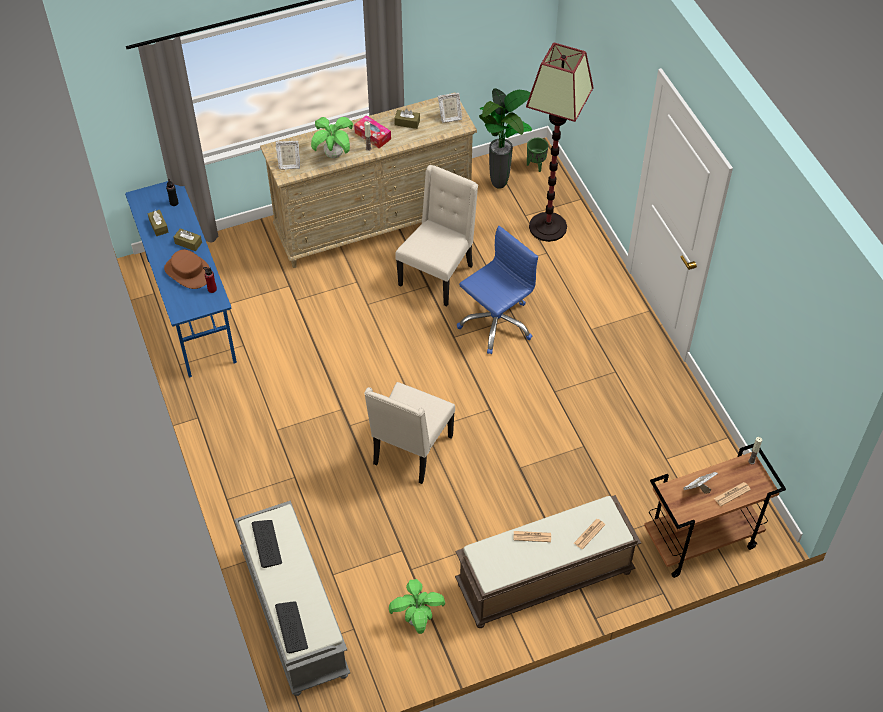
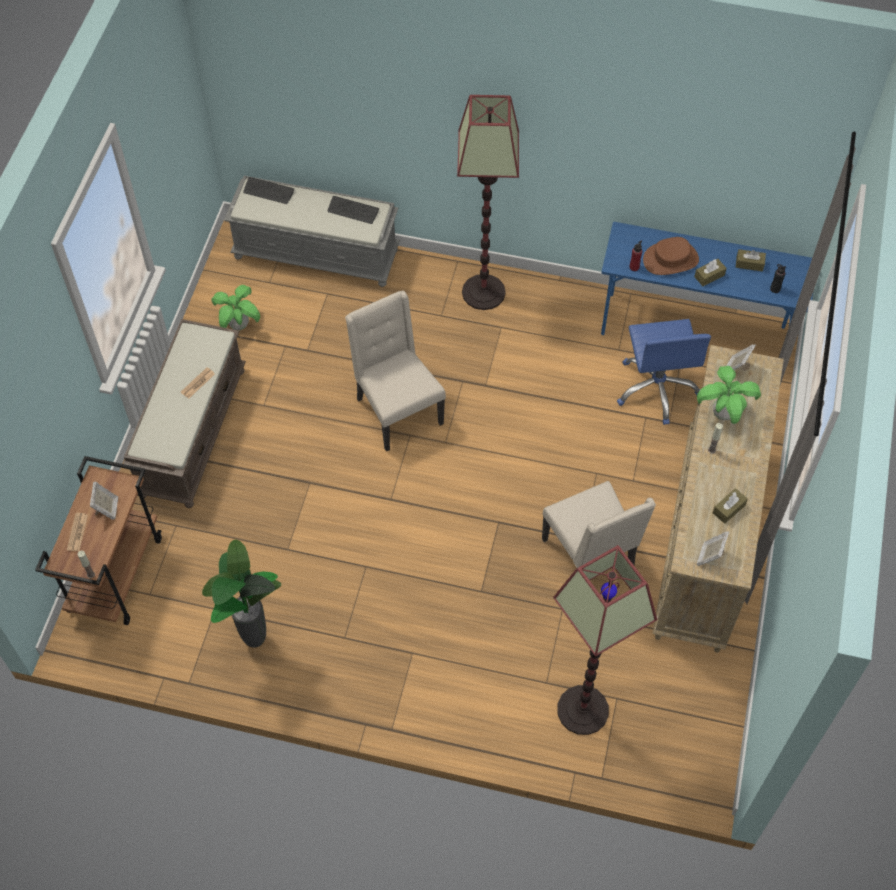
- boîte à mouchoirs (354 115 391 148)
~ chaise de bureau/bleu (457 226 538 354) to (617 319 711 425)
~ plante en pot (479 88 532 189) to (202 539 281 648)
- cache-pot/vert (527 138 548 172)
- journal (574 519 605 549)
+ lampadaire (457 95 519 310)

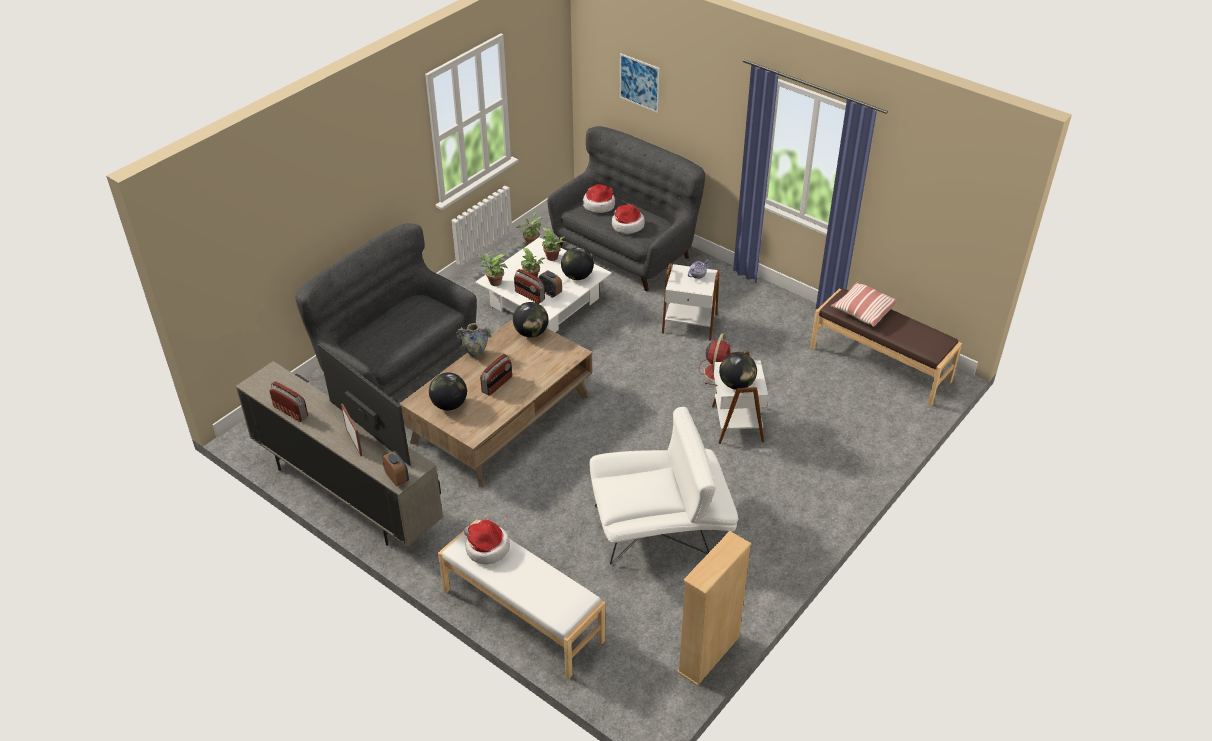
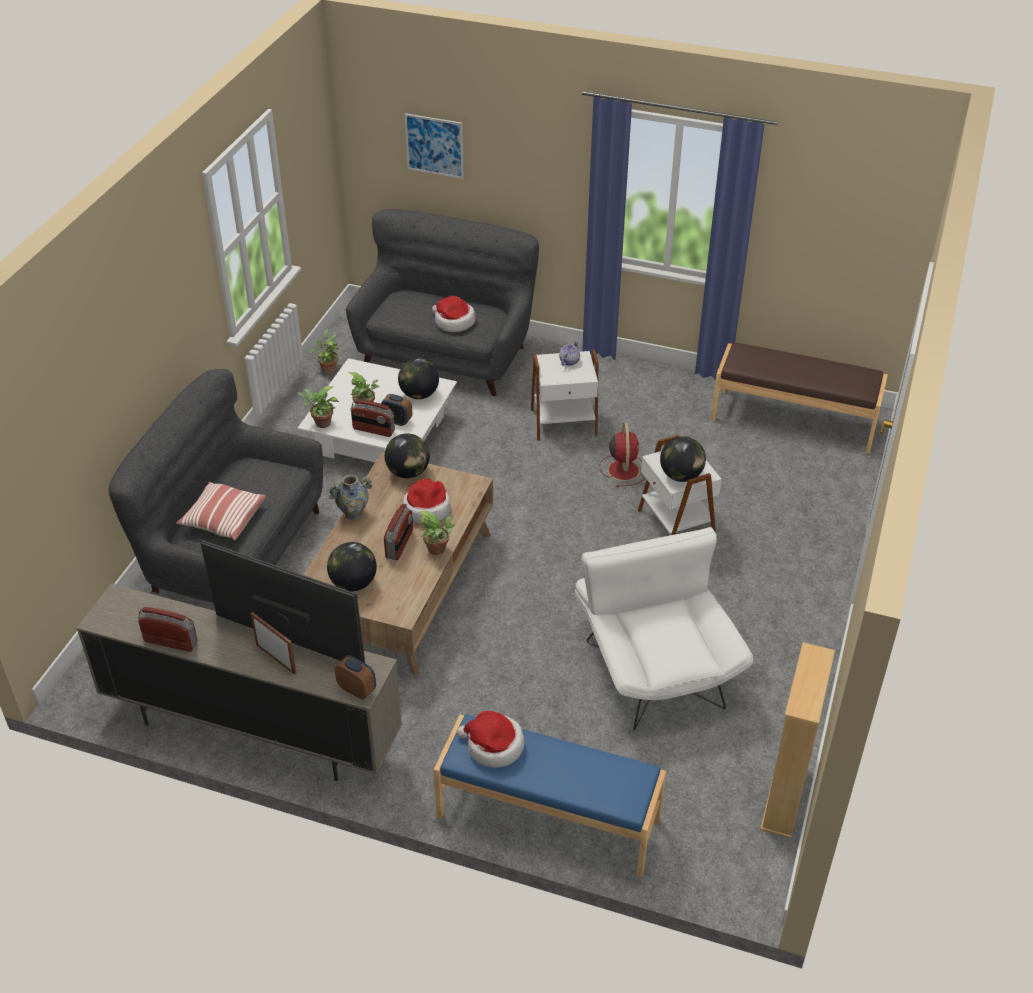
~ banc/blanc (438 519 605 679) to banc/bleu (434 714 666 877)
~ plante en pot (542 228 565 261) to (420 511 455 555)
~ chapeau (583 184 615 213) to (402 479 450 524)
~ fauteuil/blanc (589 407 738 564) = (575 527 753 730) 75 degrees counterclockwise
~ coussin (831 282 898 327) to (176 482 266 540)

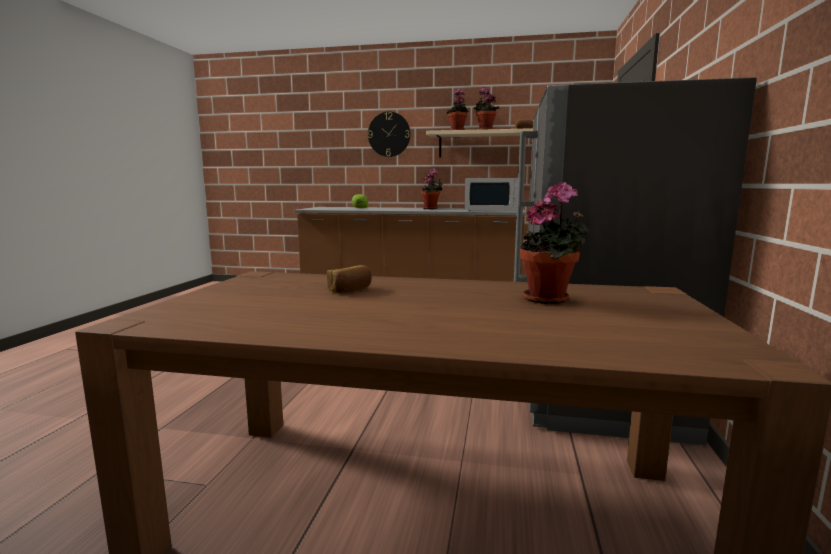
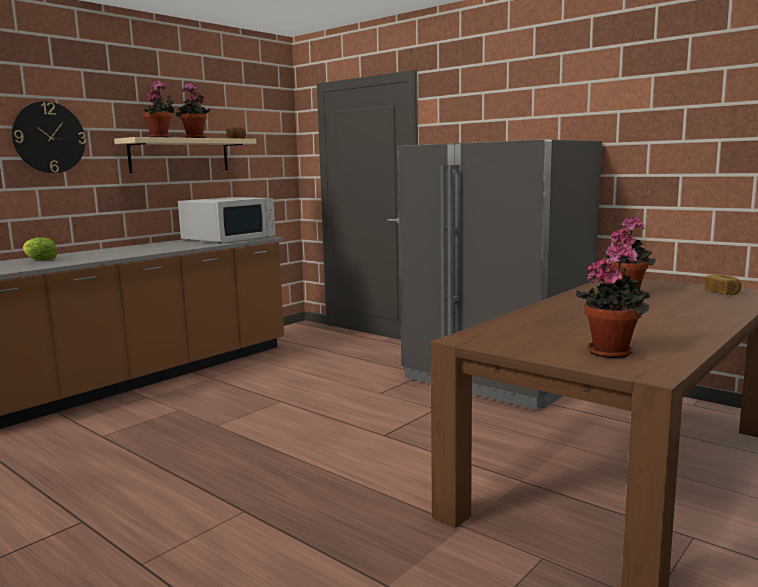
~ pain (327 265 372 293) to (705 274 741 295)
~ plante en pot (421 168 443 209) to (576 241 650 358)

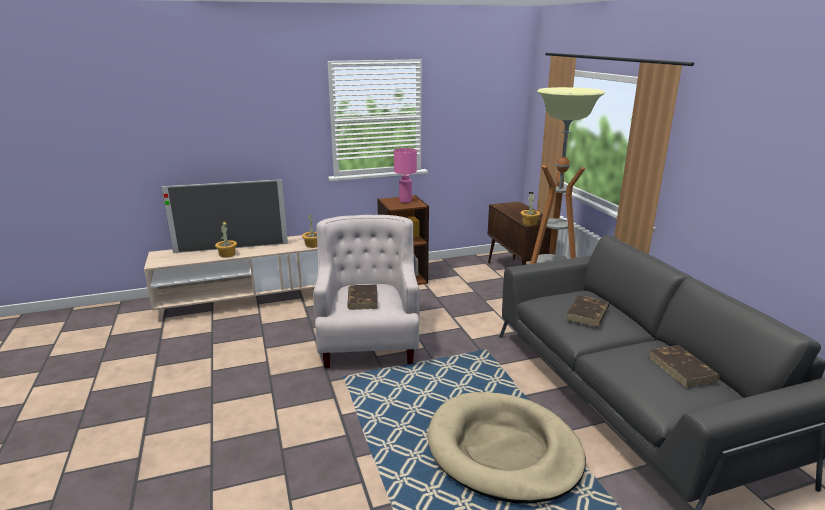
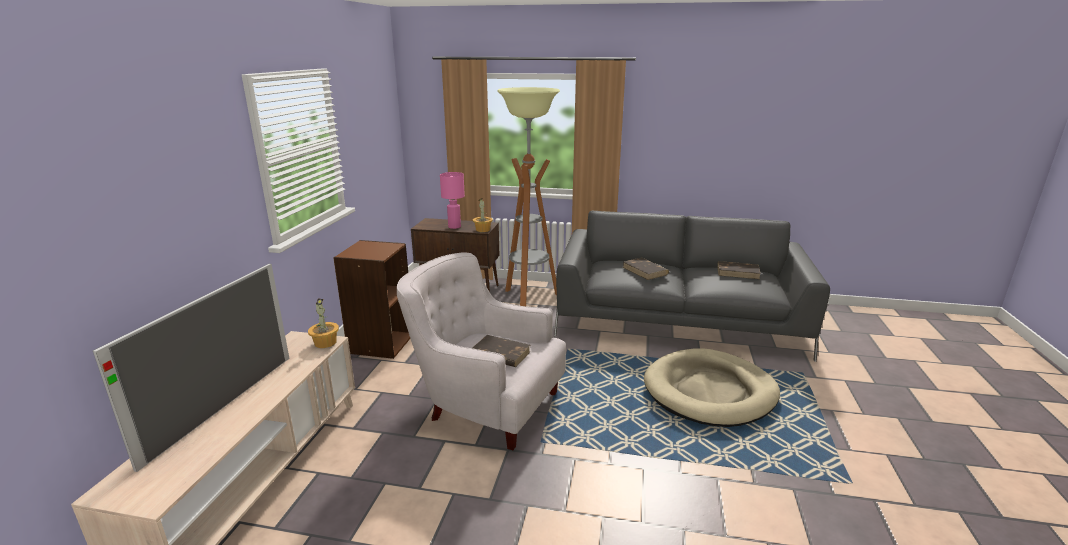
- plante en pot (215 221 237 258)
~ lampe de table/rose (394 148 417 203) to (440 172 465 229)

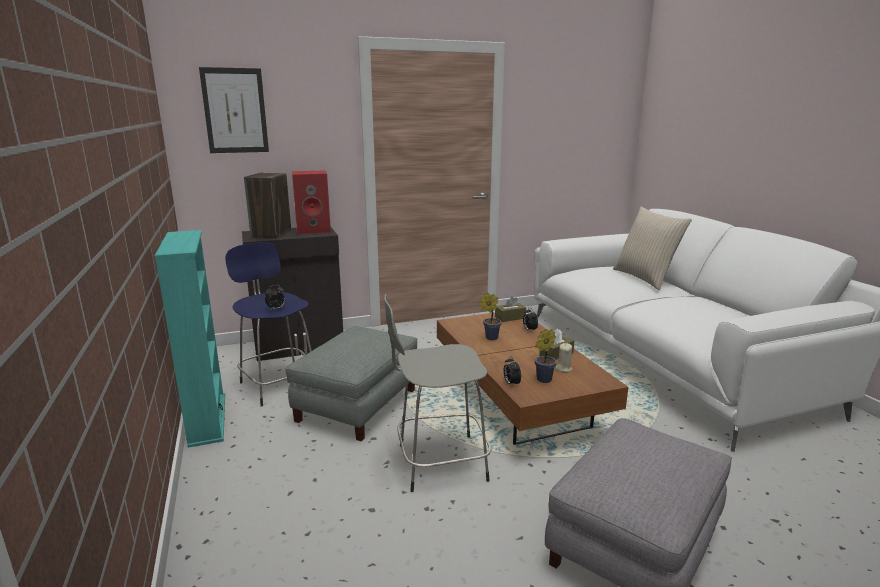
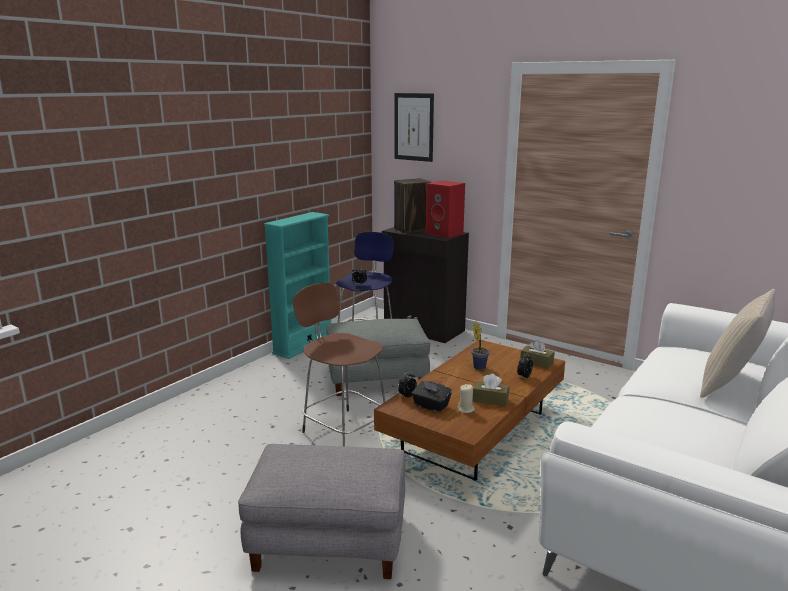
~ tabouret/gris (384 294 491 492) to tabouret/marron (293 283 385 446)
~ plante en pot (535 329 557 383) to boîte à mouchoirs/noir (412 380 452 412)

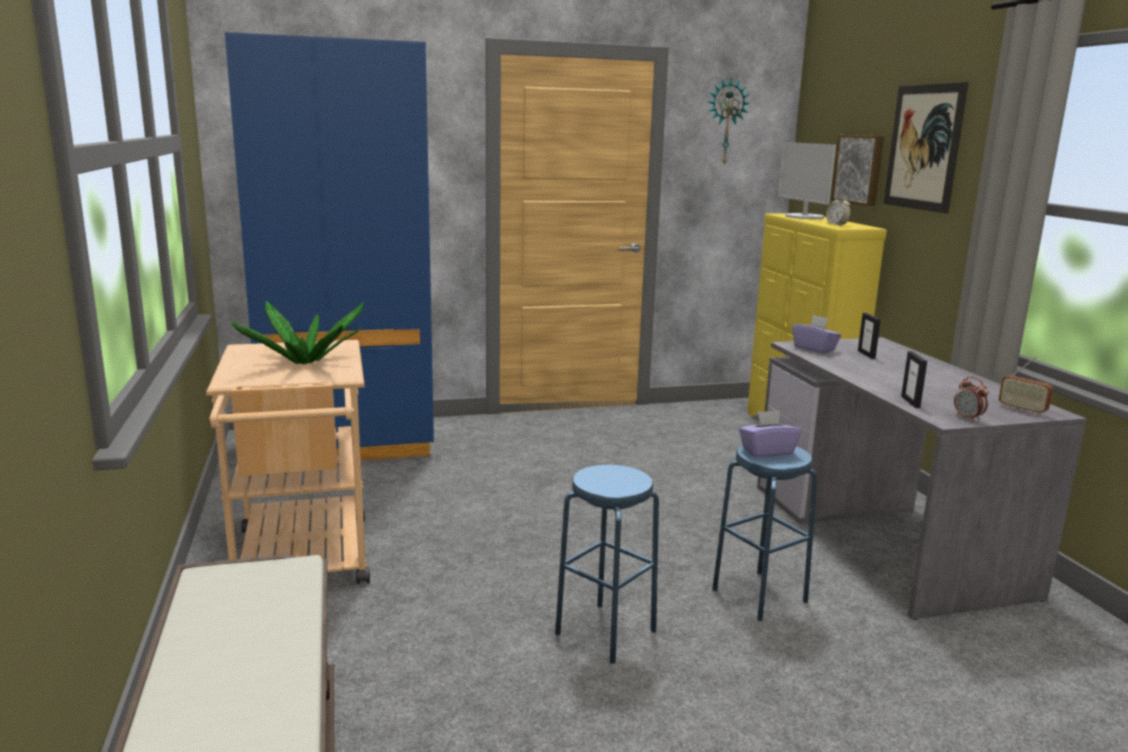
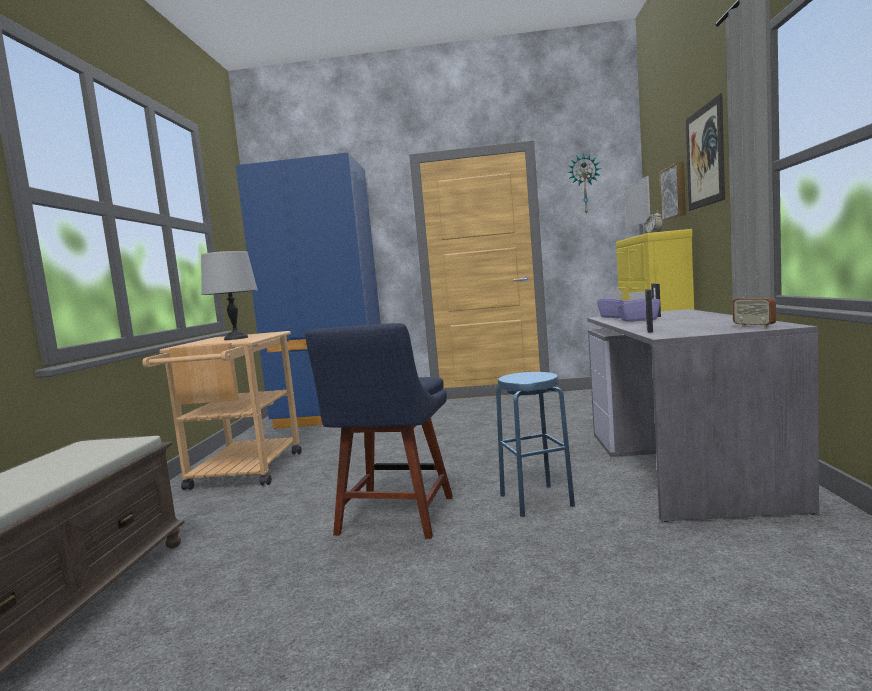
~ plante en pot (231 301 364 364) to lampe de table/gris (201 251 258 340)
~ tabouret/bleu (555 465 659 664) to chaise/bleu (305 323 453 539)
~ boîte à mouchoirs/violet (739 411 801 457) to (617 291 660 322)
- réveil (954 377 989 422)

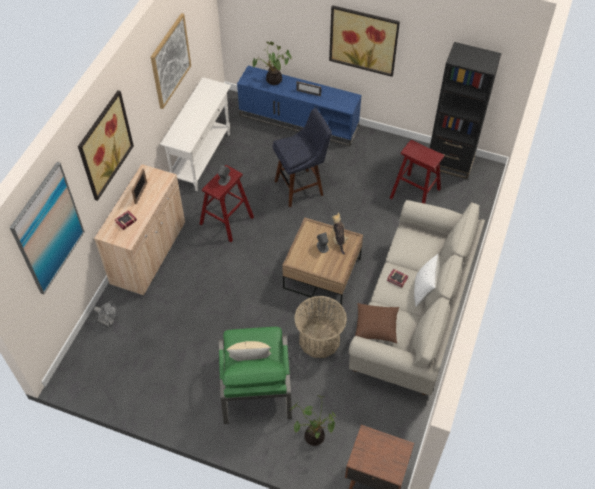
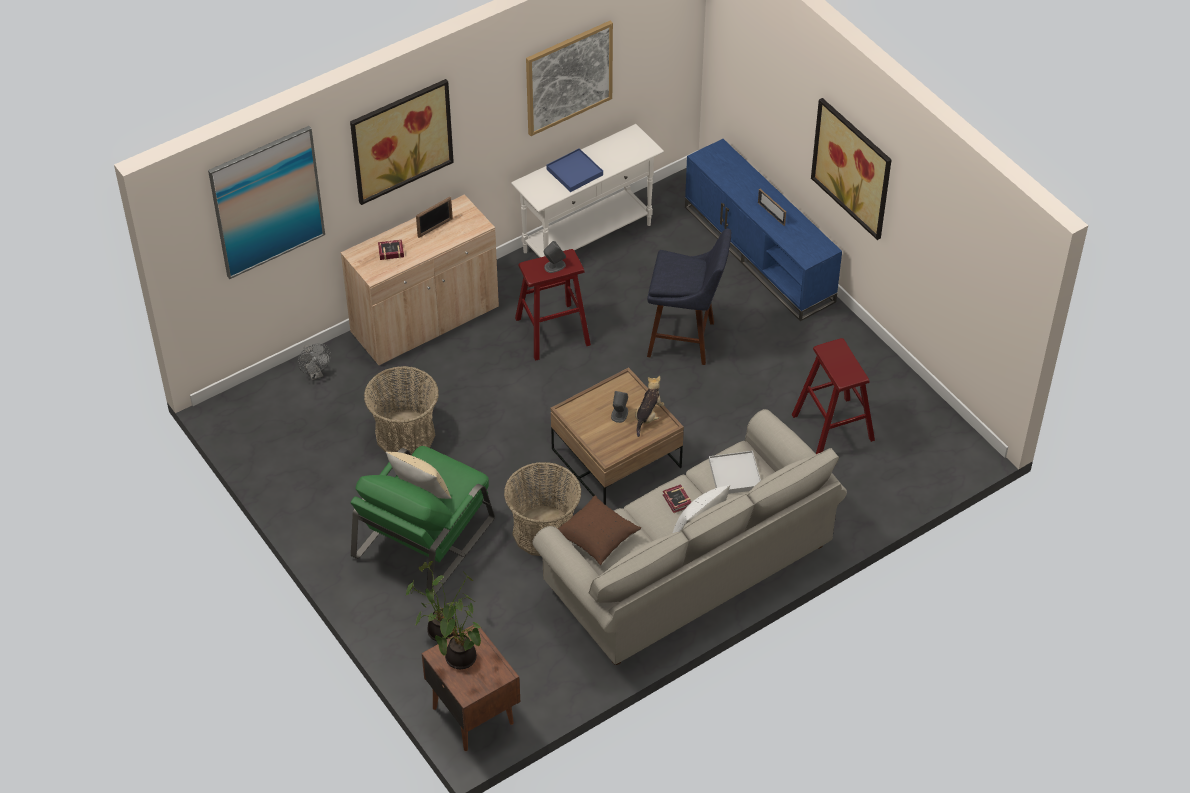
~ plante en pot (253 42 292 85) to (415 593 481 669)
- bibliothèque/noir (430 42 502 179)
+ panier (364 366 439 455)
+ plateau/bleu (546 148 603 192)
+ plateau/blanc (709 451 761 494)

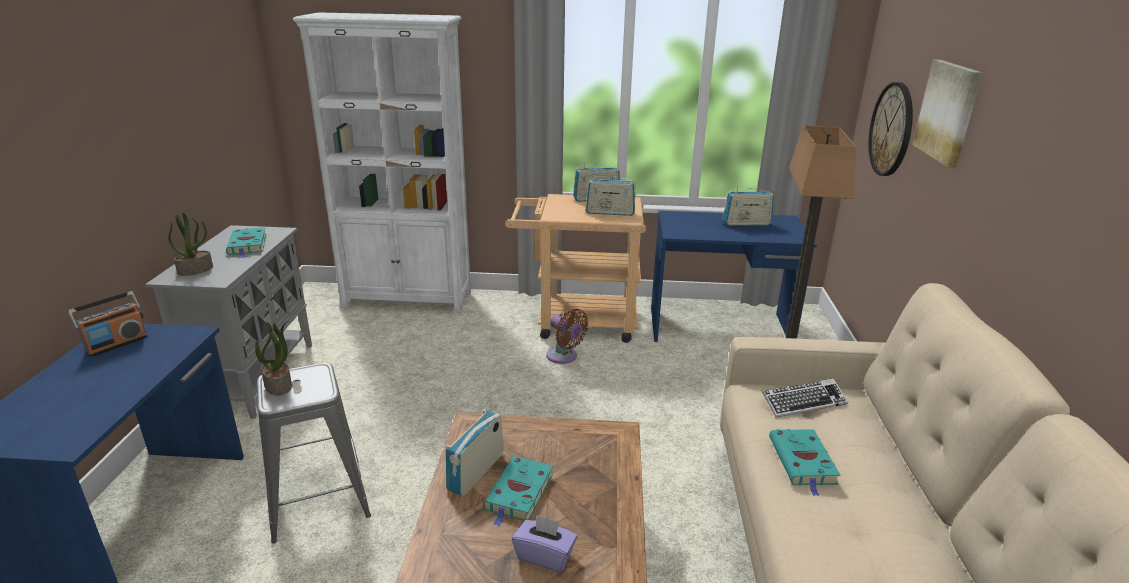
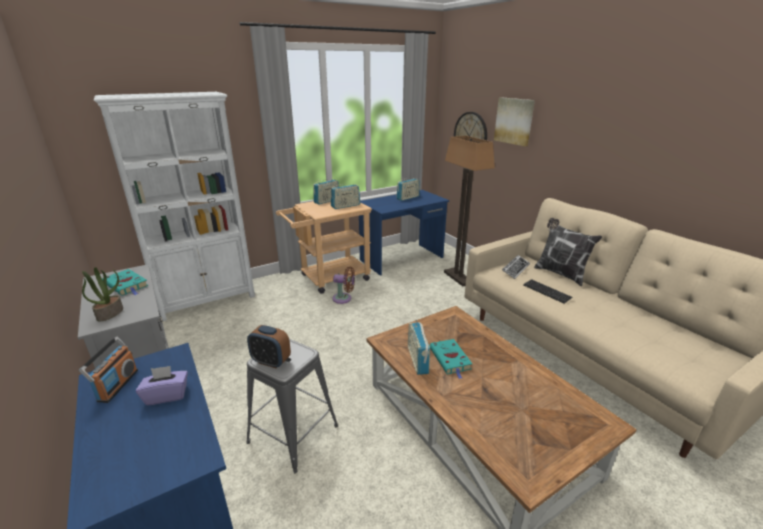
~ plante en pot (255 321 292 396) to réveil (247 325 291 368)
~ boîte à mouchoirs/violet (512 515 577 572) to (136 366 188 405)
~ livre/turquoise (769 429 841 496) to clavier (523 279 572 303)
+ coussin (534 218 602 286)

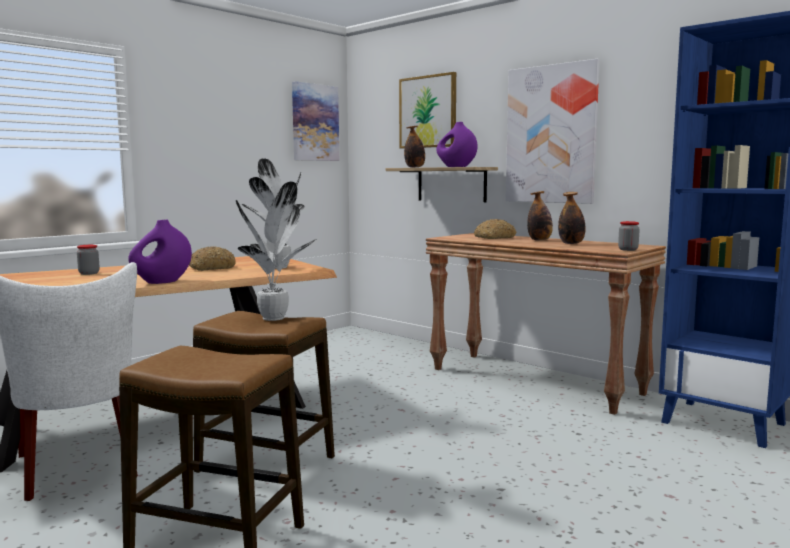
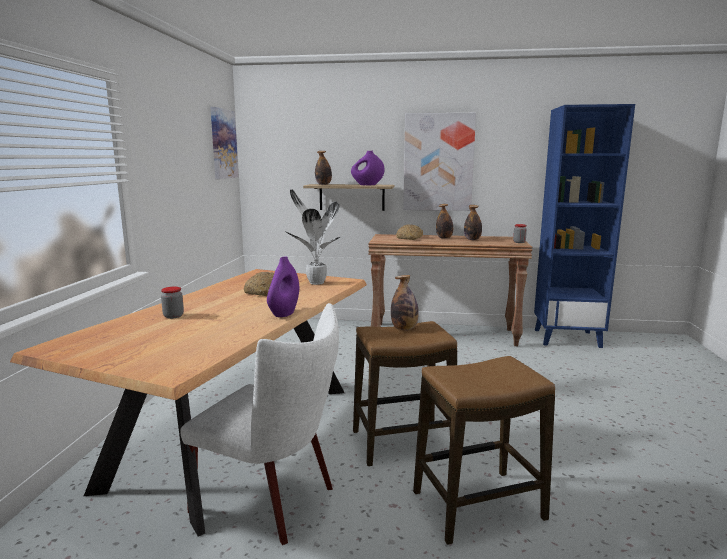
~ plante en pot (236 182 317 321) to bouteille (391 275 419 330)
- tableau (399 72 456 149)

